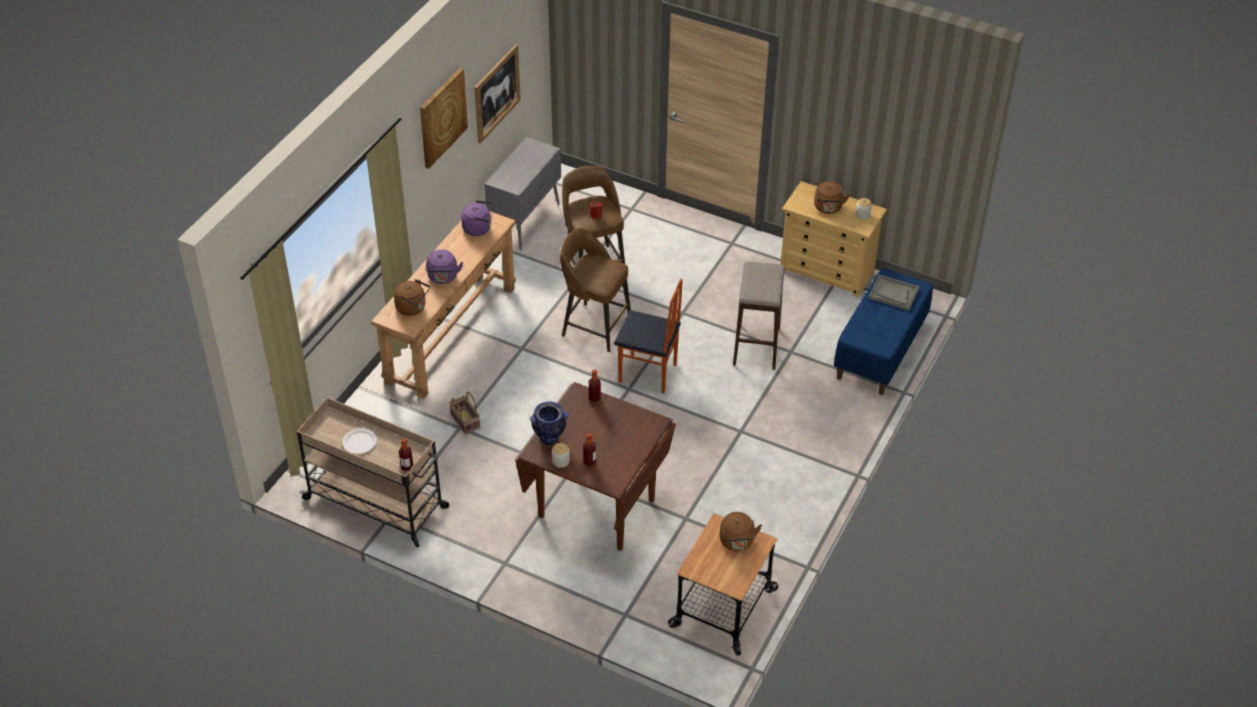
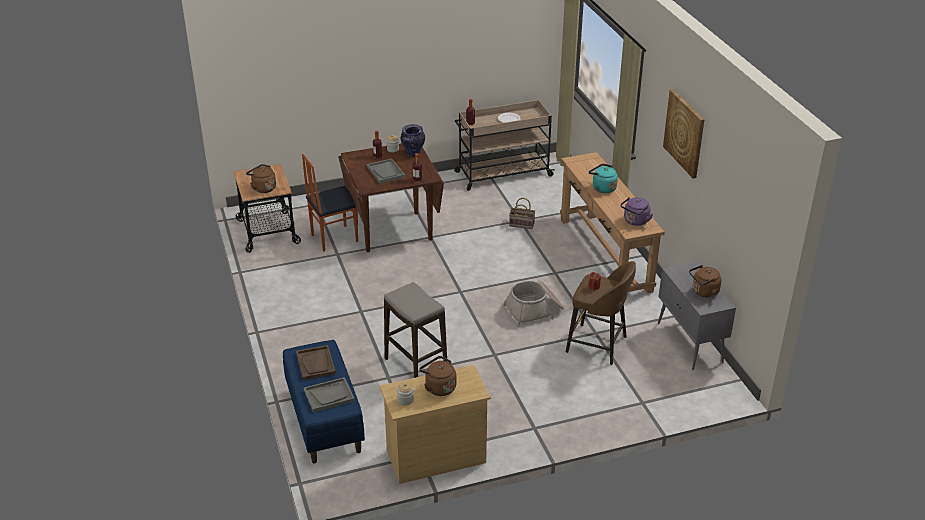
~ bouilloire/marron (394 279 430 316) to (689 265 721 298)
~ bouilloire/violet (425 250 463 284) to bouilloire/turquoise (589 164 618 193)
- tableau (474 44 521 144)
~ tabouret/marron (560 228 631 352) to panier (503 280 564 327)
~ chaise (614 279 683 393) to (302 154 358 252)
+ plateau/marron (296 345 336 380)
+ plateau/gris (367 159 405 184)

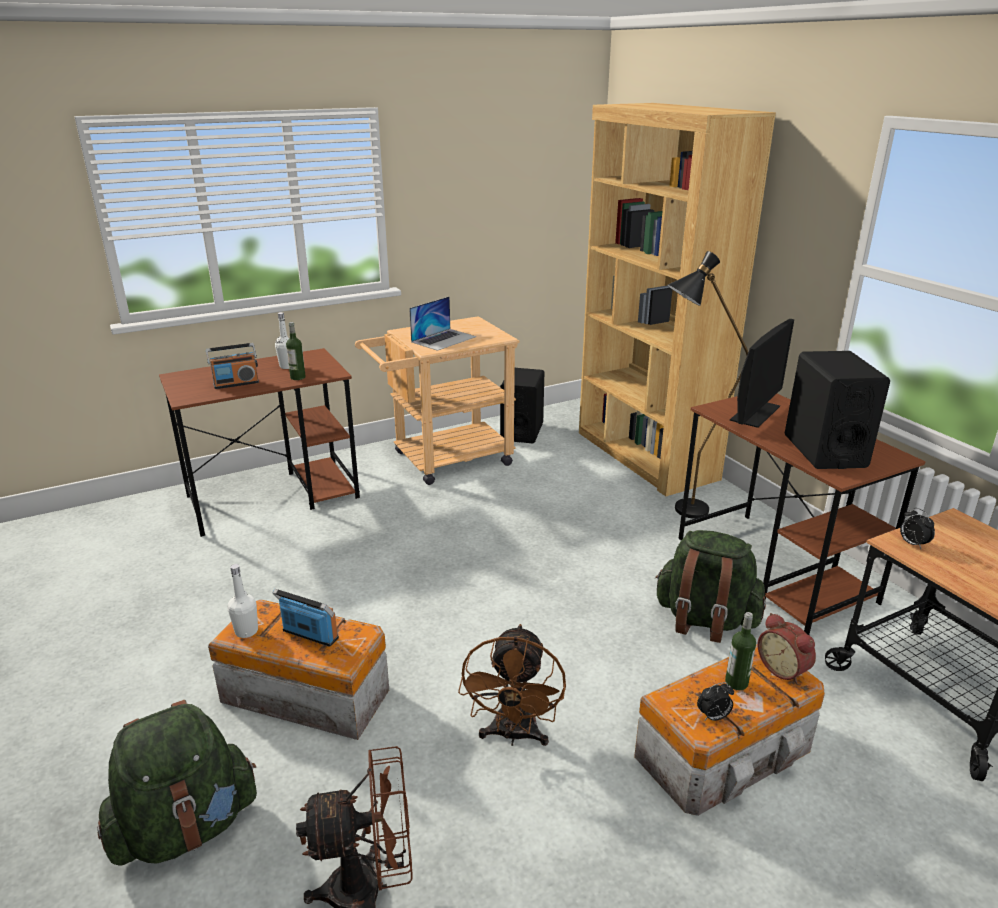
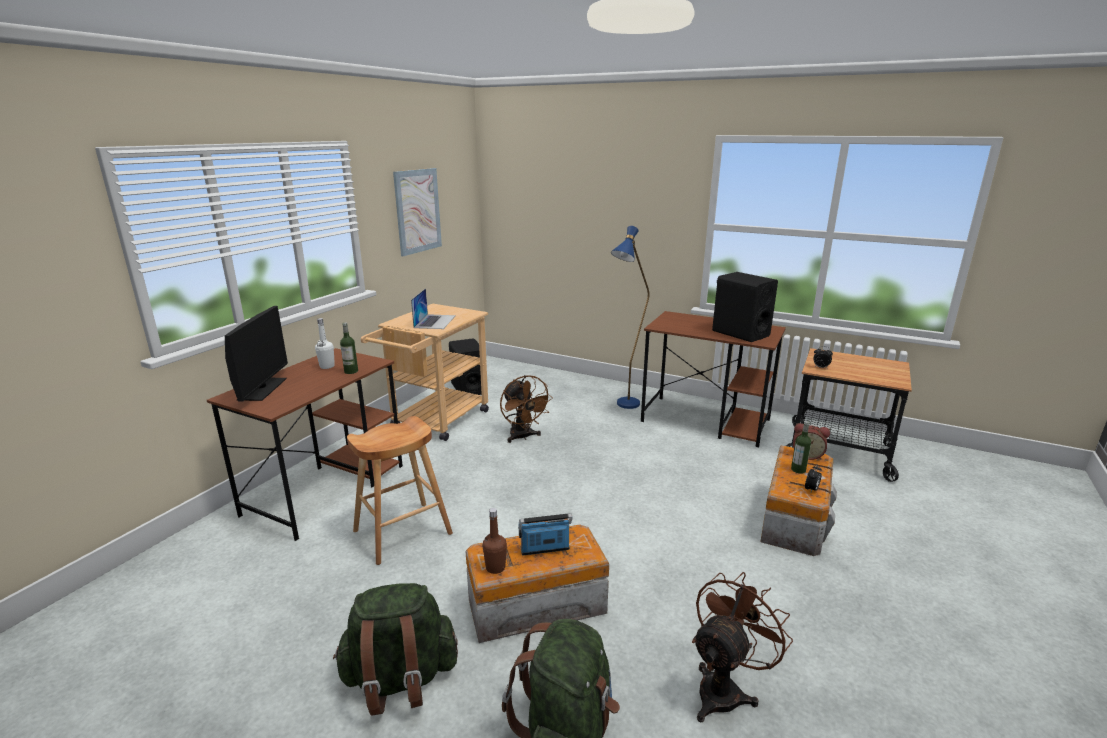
- radio (206 343 259 389)
~ bouteille/blanc (227 564 258 638) to bouteille/marron (483 508 507 574)
~ ventilateur/marron (458 624 566 746) to (500 375 553 443)
- bibliothèque/marron (579 103 776 496)
~ sac à dos/vert (655 530 766 643) to (333 583 458 716)
~ lampadaire/noir (667 251 748 519) to lampadaire/bleu (611 226 650 409)
~ écran d'ordinateur (730 319 794 428) to (225 306 288 402)
+ tabouret/marron (347 416 453 565)
+ tableau (393 168 442 256)

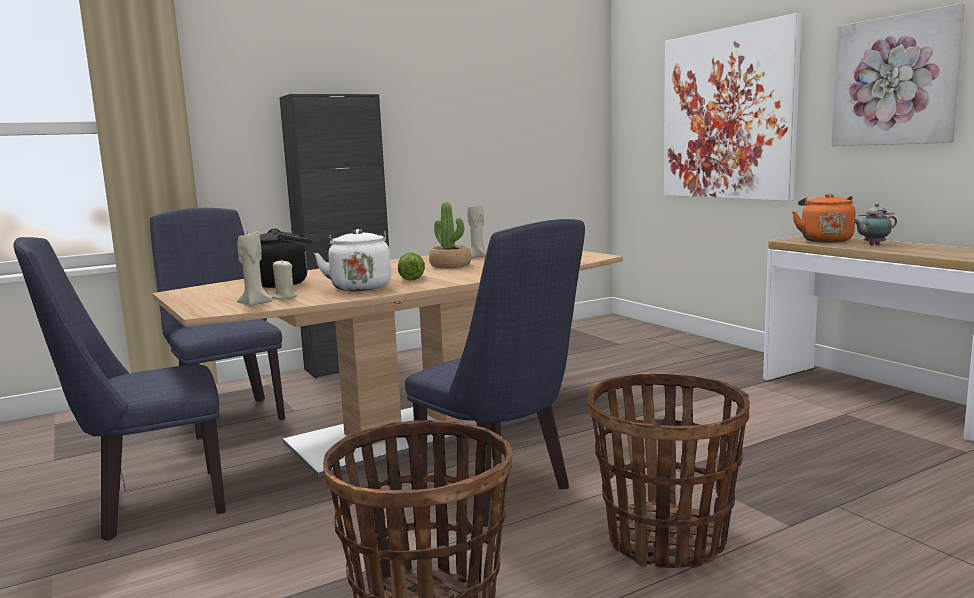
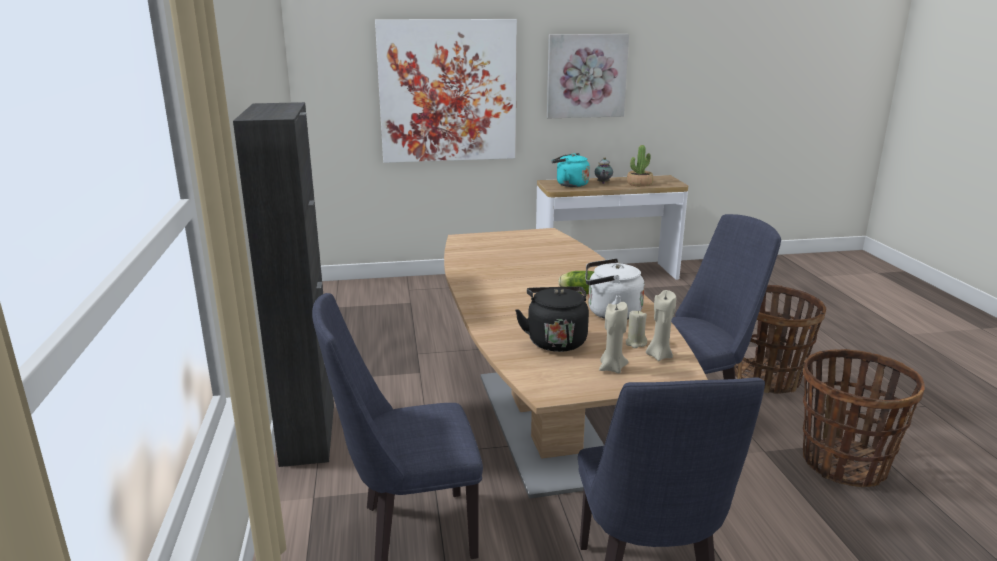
~ plante en pot (429 202 471 268) to (627 145 653 187)
~ bougie/beige (467 204 486 258) to (599 302 628 373)
~ bouilloire/orange (792 193 856 243) to bouilloire/turquoise (552 153 590 187)

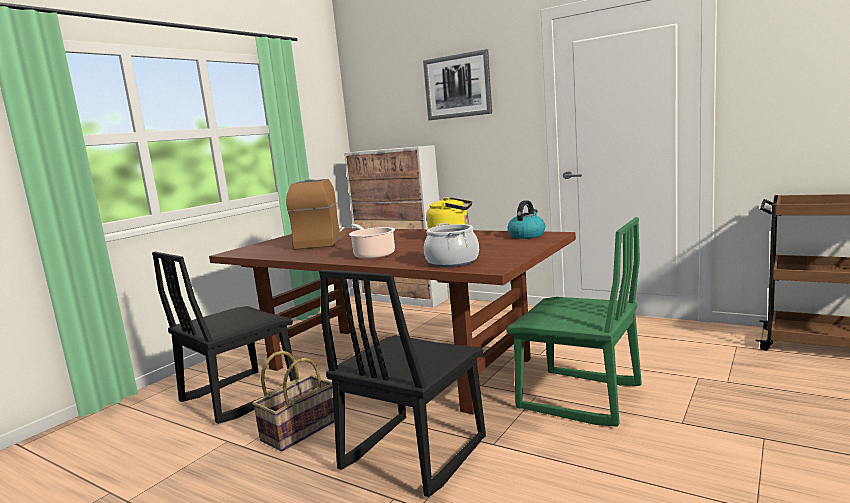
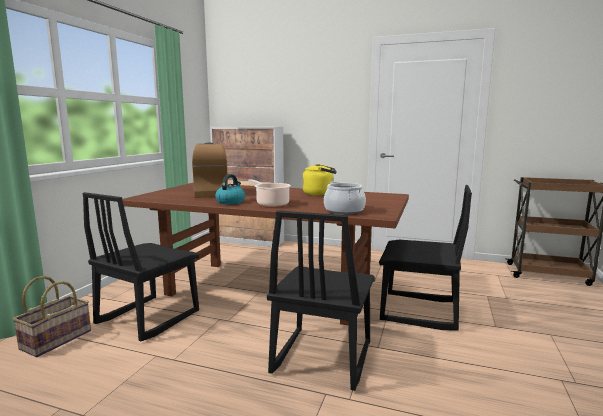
~ panier (252 351 334 452) to (12 276 91 357)
- tableau (423 49 492 120)
~ chaise/vert (506 217 642 426) to chaise/noir (379 185 472 331)
~ bouilloire (507 200 545 239) to (215 174 245 204)

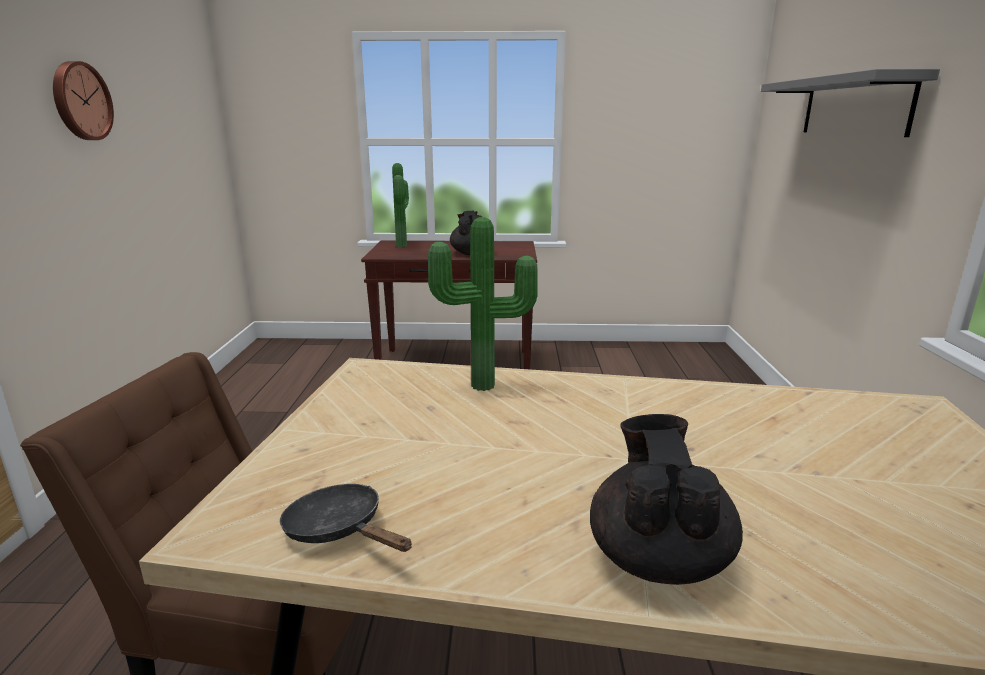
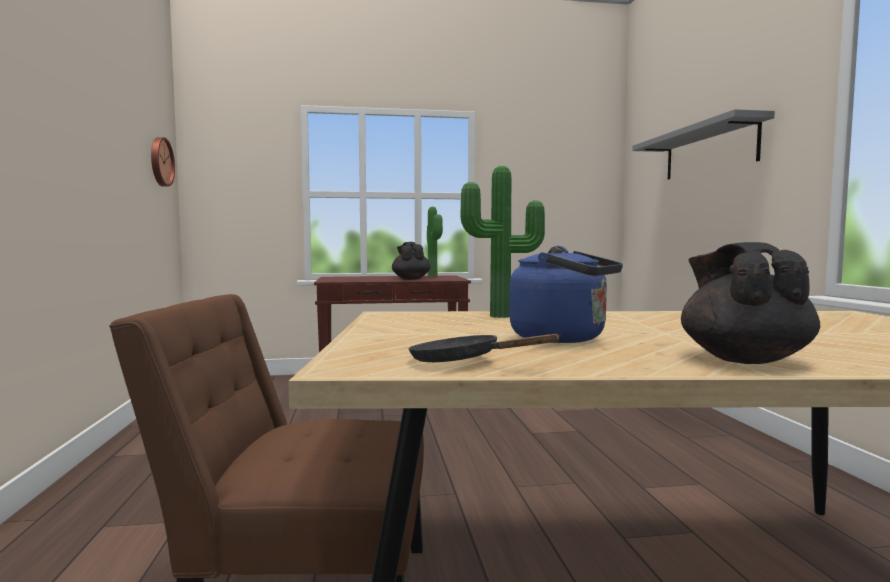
~ horloge murale (53 61 114 140) to (151 137 175 187)
~ plante en pot (392 163 409 247) to (427 207 443 277)
+ bouilloire/bleu (509 246 623 343)

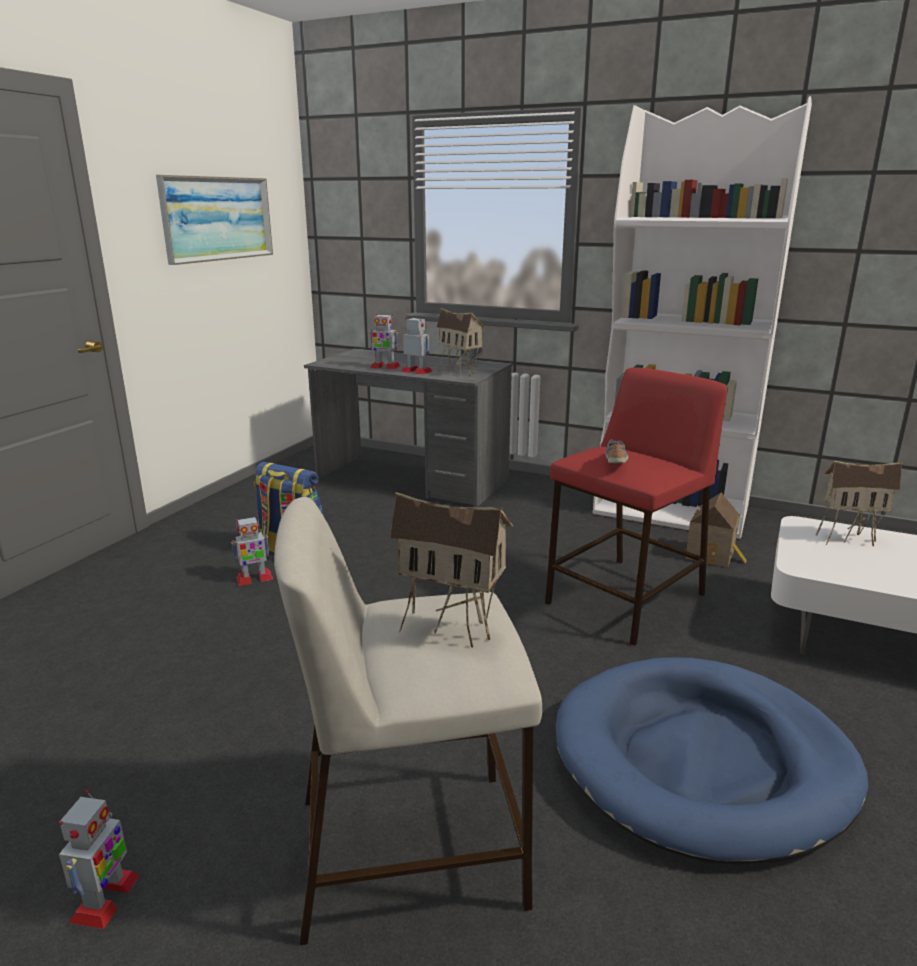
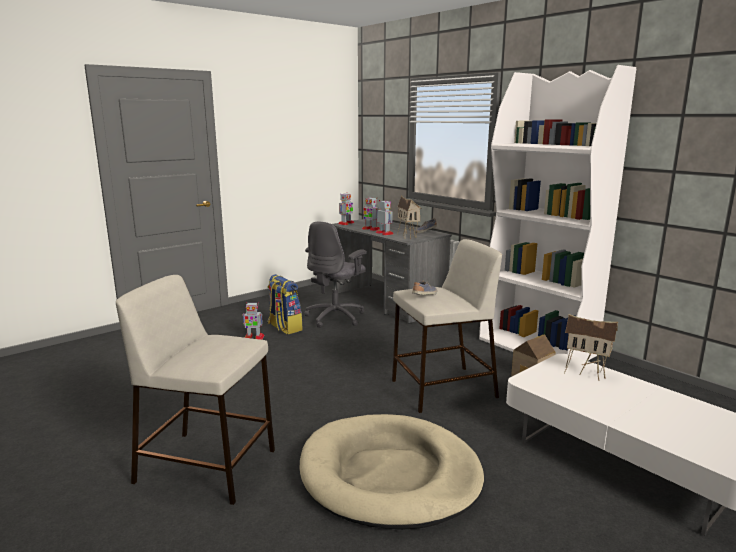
~ robot jouet (59 790 140 929) to (338 193 354 225)
- tableau (156 175 273 265)
- maison miniature (390 492 513 647)
~ tabouret/rouge (545 368 728 646) to tabouret/beige (392 239 502 413)
~ panier pour chien/bleu (556 657 868 865) to panier pour chien/beige (300 414 484 530)
+ chaise de bureau/gris (304 222 367 328)

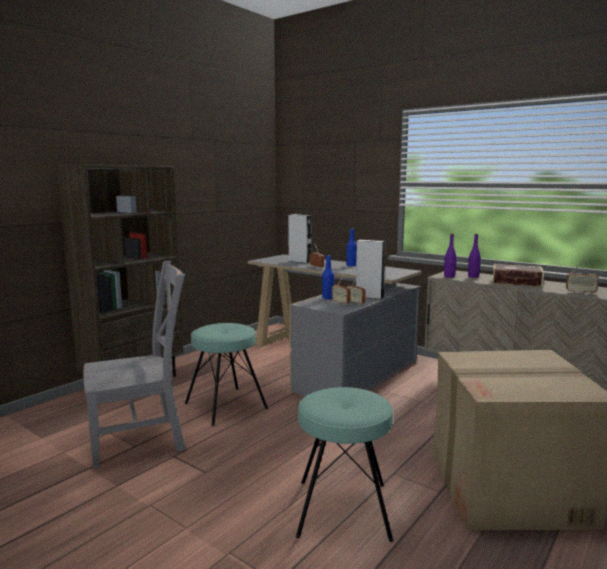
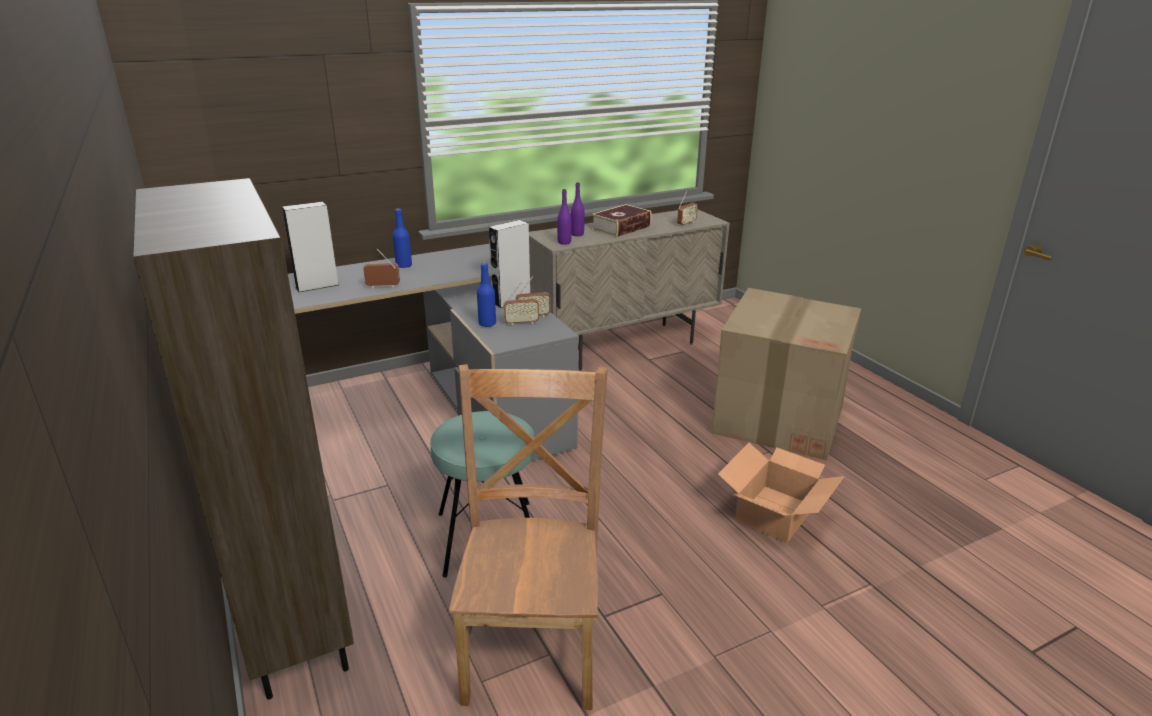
~ chaise/gris (84 261 185 469) to chaise/marron (449 364 608 710)
~ tabouret/turquoise (296 387 393 542) to carton (718 443 845 543)

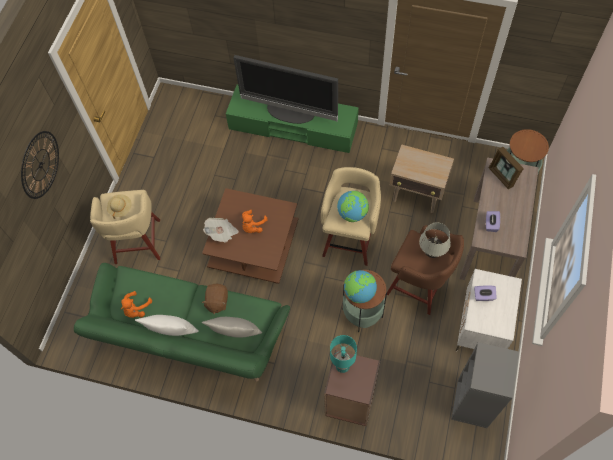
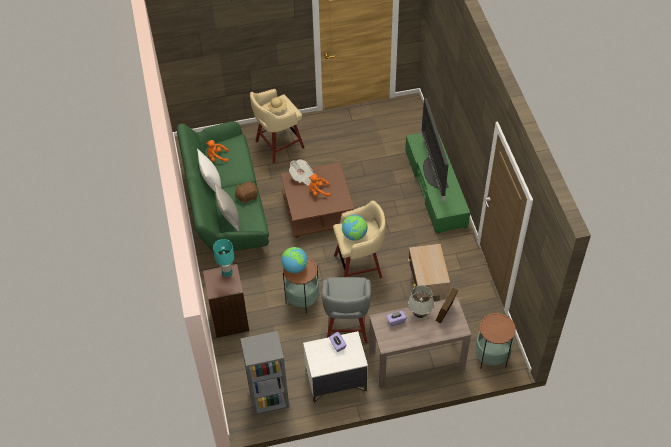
- horloge murale (21 131 59 199)
~ tabouret/marron (387 225 464 315) to tabouret/gris (322 277 371 343)
~ lampe de table/blanc (419 223 451 258) to (408 285 434 318)

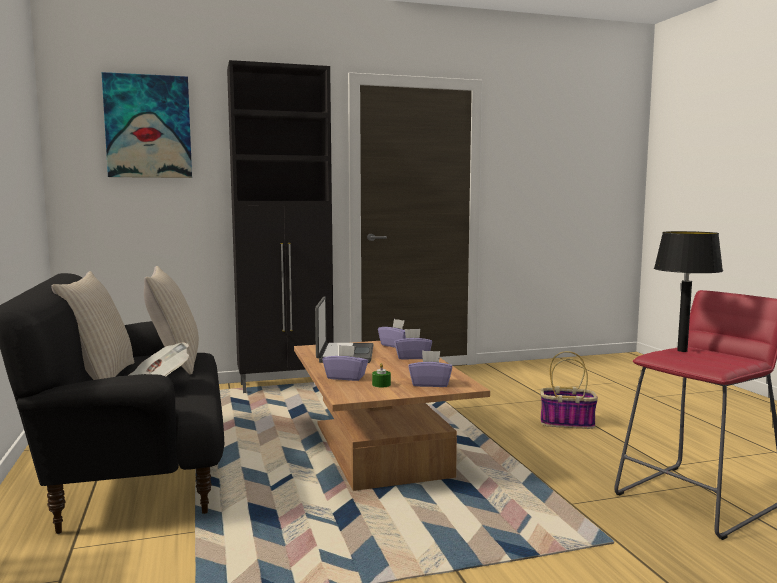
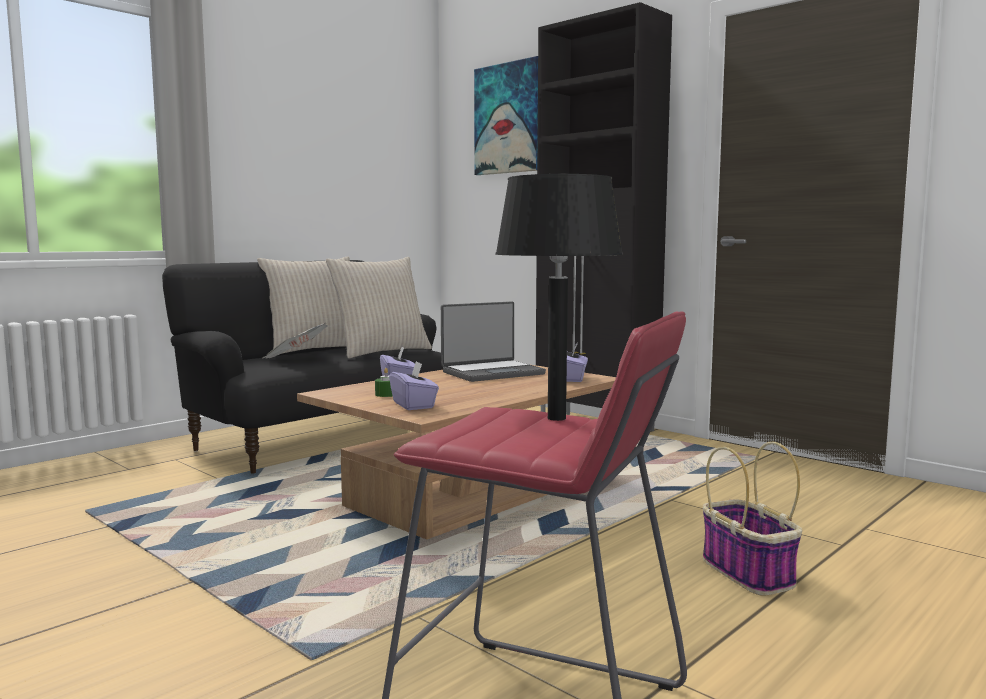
- boîte à mouchoirs/violet (394 329 432 360)

